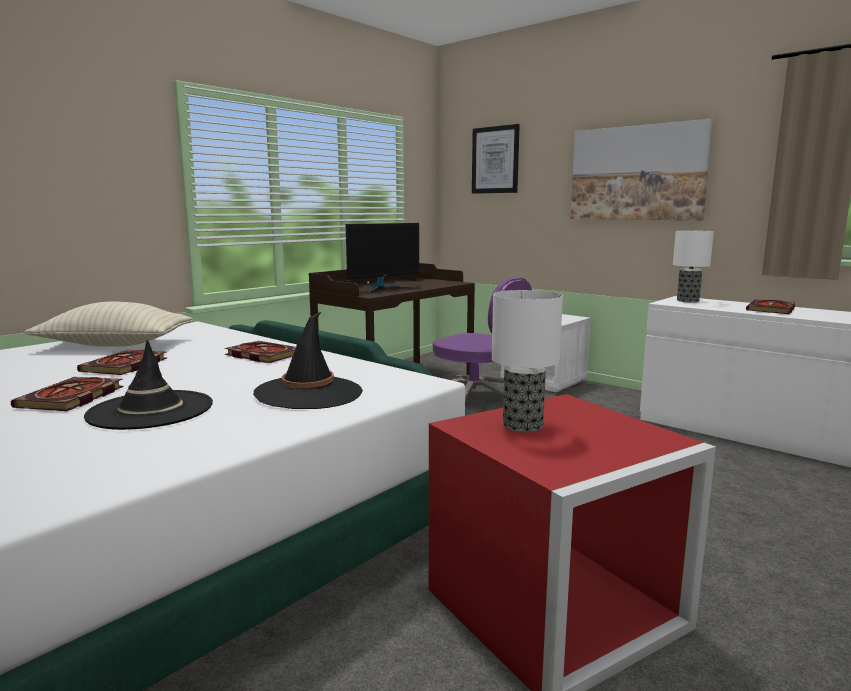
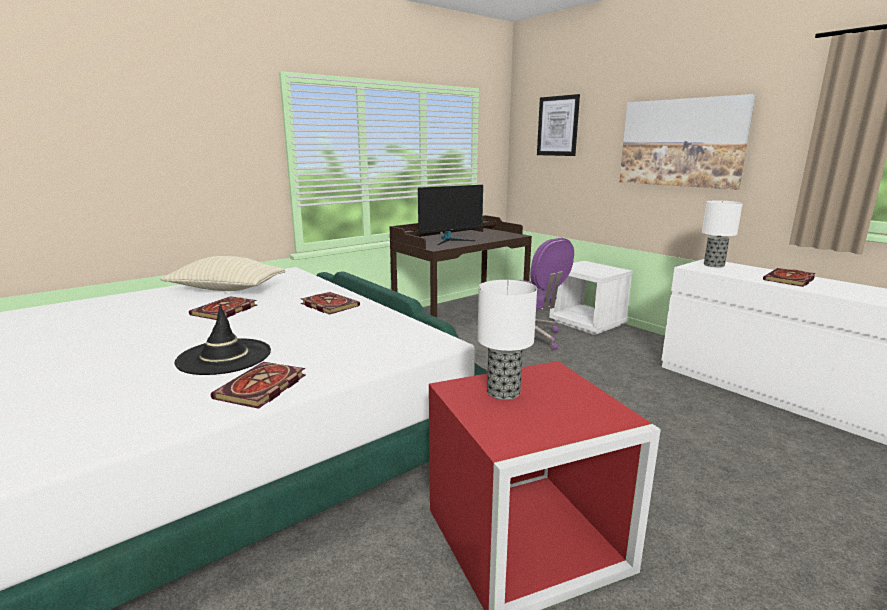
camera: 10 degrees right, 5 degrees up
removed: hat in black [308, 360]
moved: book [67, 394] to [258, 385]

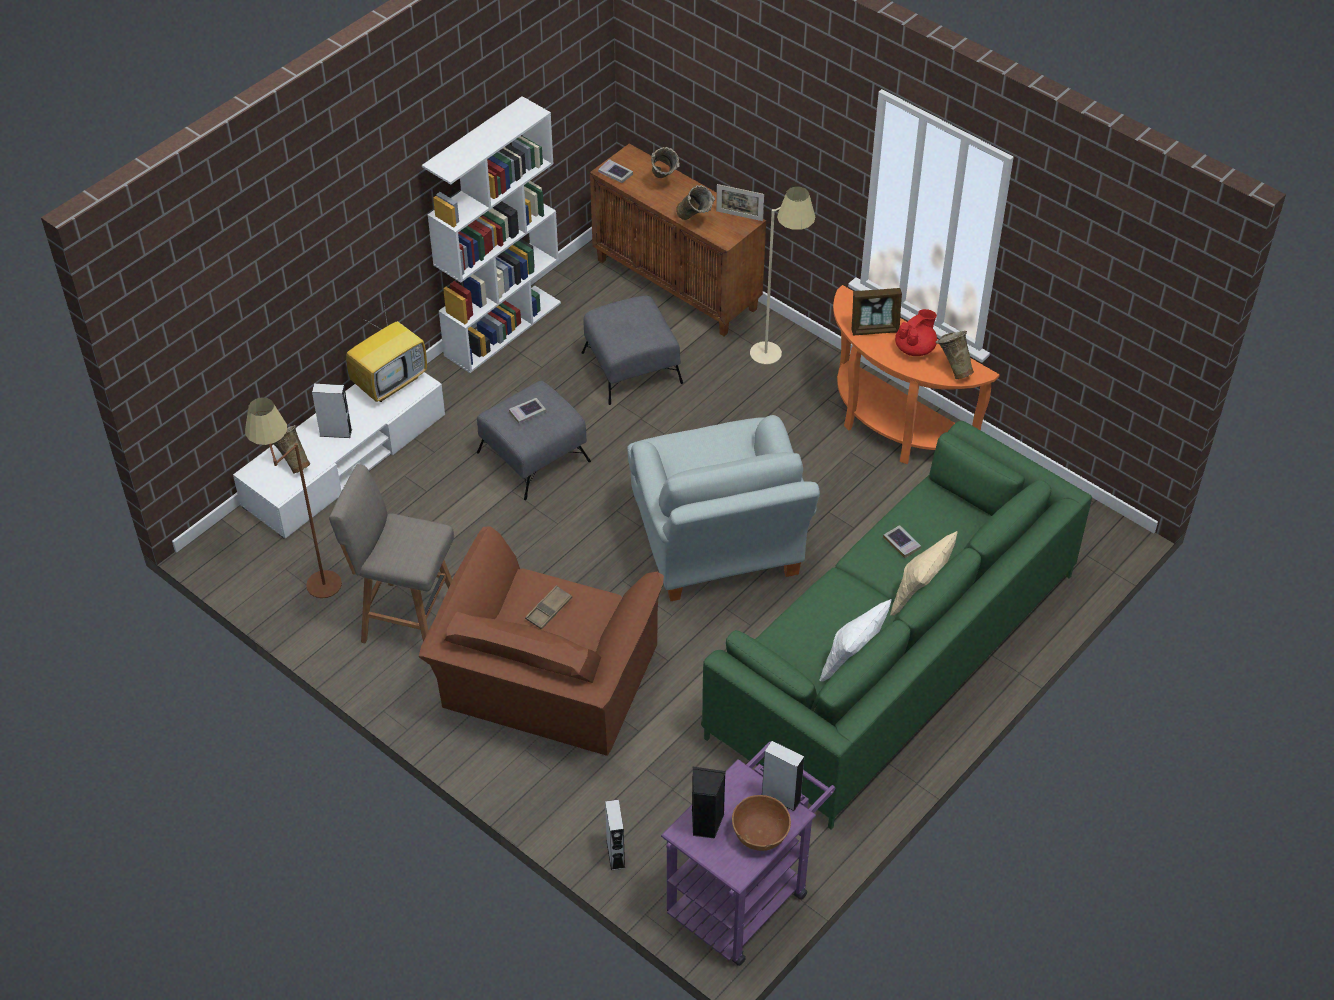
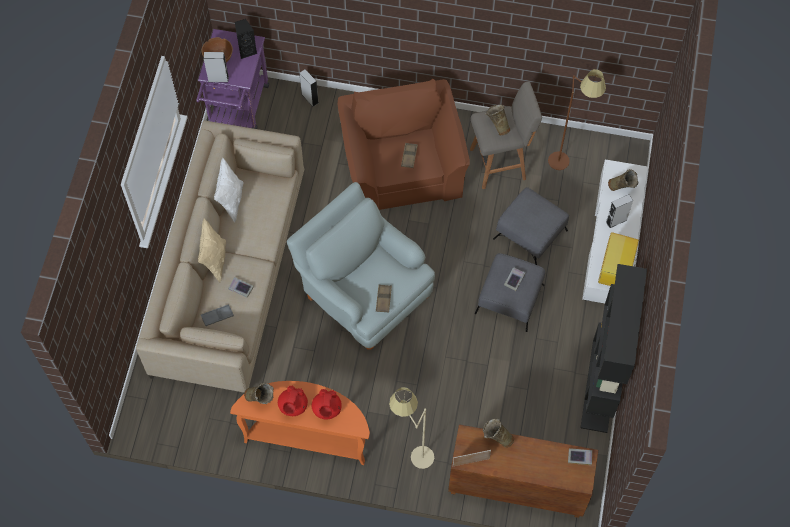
camera: 150 degrees right, 15 degrees up
added: tray in brown [384, 298]; tray in grey [217, 315]
moved: vase in beige [665, 162] to [497, 120]; ottoman in grey [632, 350] to [531, 226]
replaced: picture frame [877, 311] to teapot in red [327, 404]
recoloured: bookcase in white [491, 234] to bookcase in black [613, 348]; sofa in green [896, 625] to sofa in beige [220, 256]

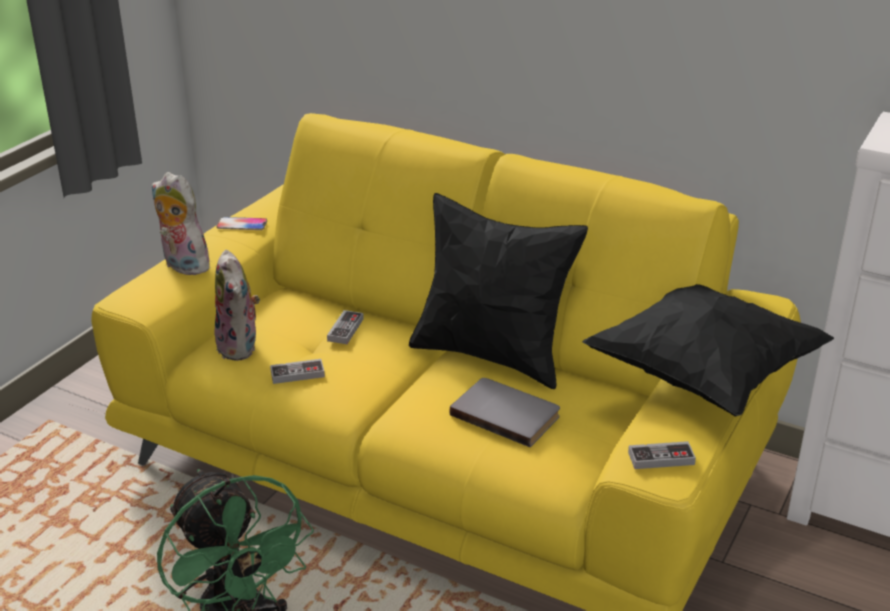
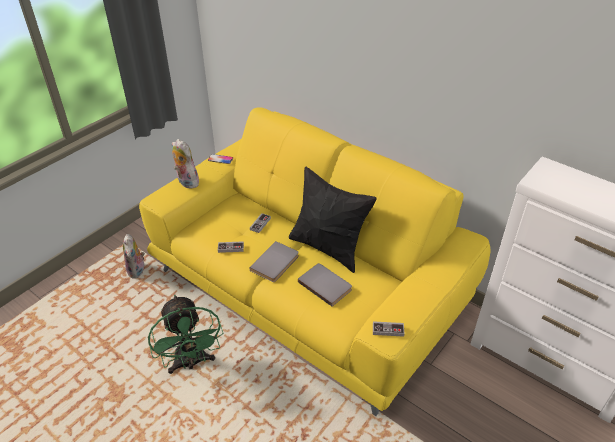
camera: 10 degrees right, 10 degrees up
removed: pillow in black [708, 350]
added: book in grey [274, 261]
moved: plush toy [237, 305] to [134, 256]

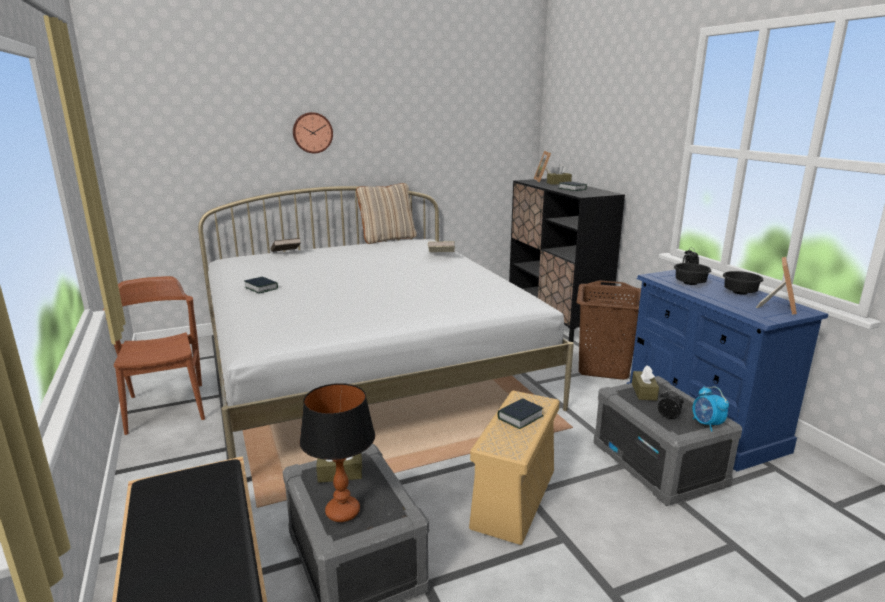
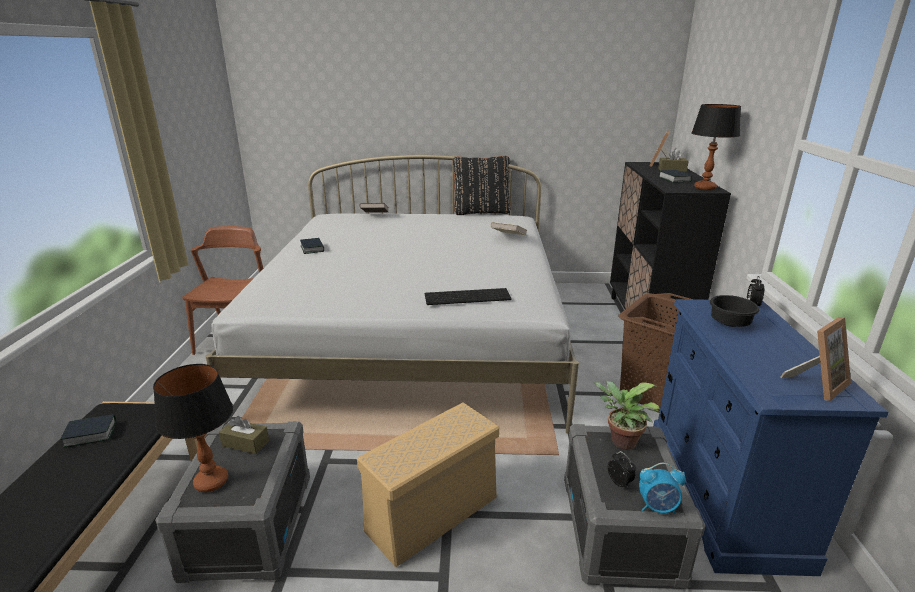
camera: 25 degrees right, 5 degrees up
removed: wall clock [313, 132]; bowl in black [743, 283]
added: table lamp [716, 147]; keyboard [468, 296]
moved: book [521, 413] to [88, 431]
replaced: tissue box in brown [645, 383] to potted plant [626, 415]
recoloured: pillow in beige [386, 213] to pillow in black [482, 185]
turned: alarm clock [711, 409] = [662, 488] 90 degrees counterclockwise

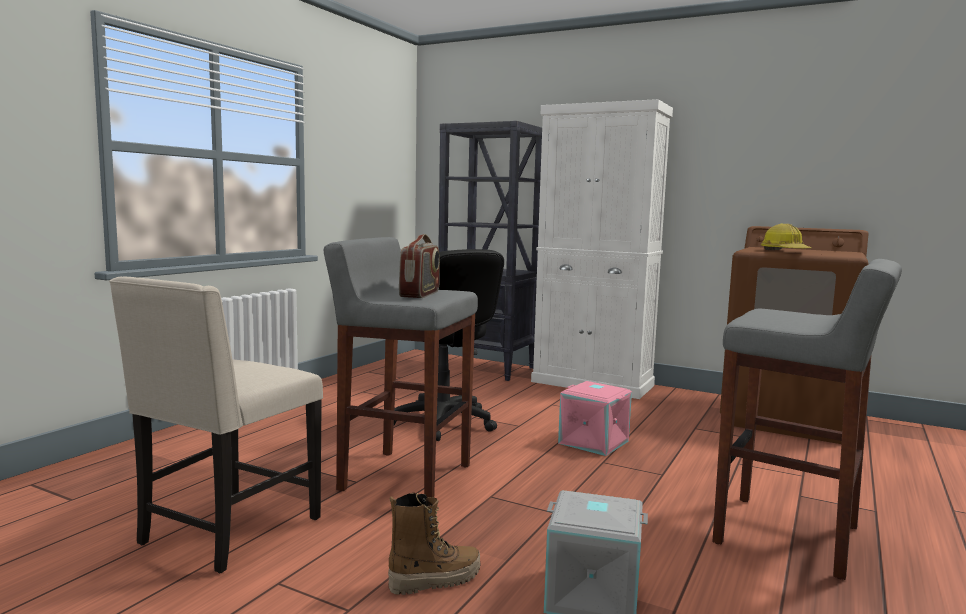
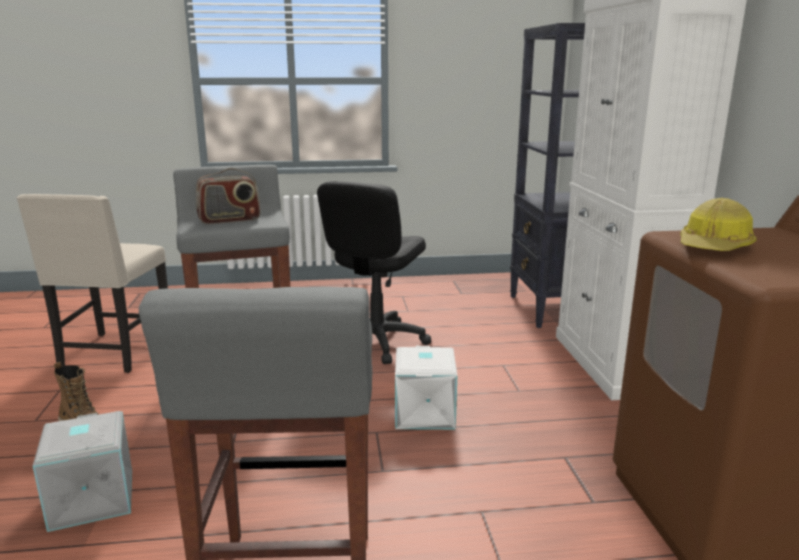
camera: 55 degrees right, 10 degrees up
recoloured: storage box in pink [595, 418] to storage box in white [426, 388]
turned: chair in beige [216, 425] = [92, 283] 75 degrees counterclockwise

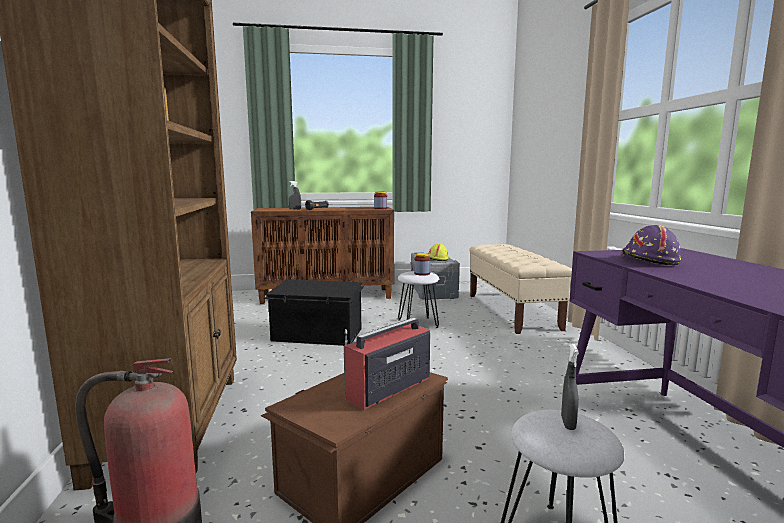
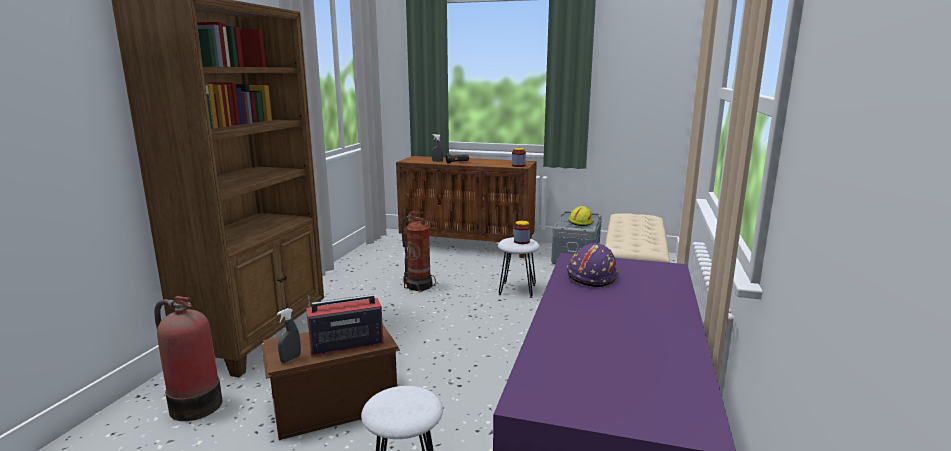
camera: 25 degrees right, 5 degrees up
moved: spray bottle in grey [570, 387] to [289, 335]
replaced: storage box in black [314, 312] to fire extinguisher [418, 251]

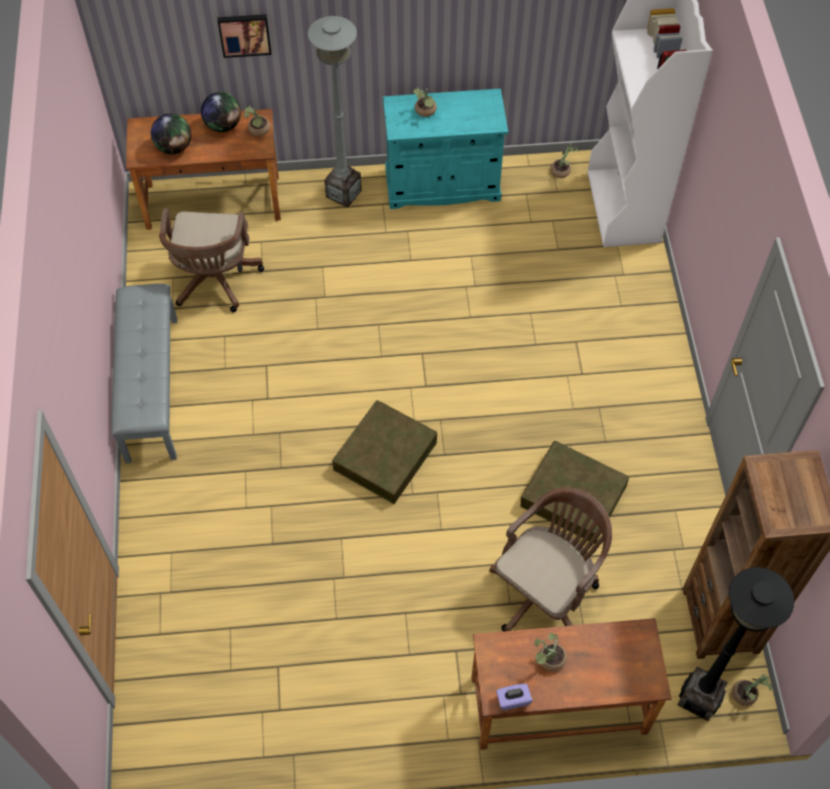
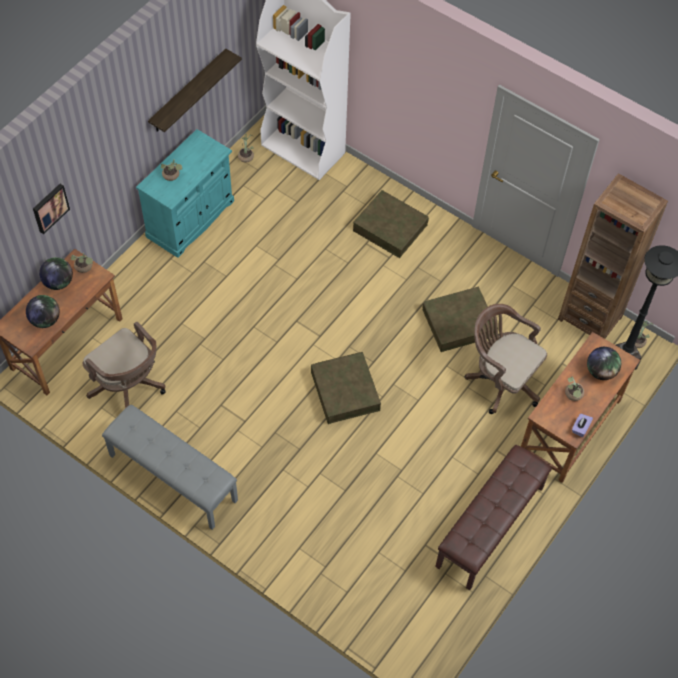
camera: 50 degrees left, 0 degrees up
removed: floor lamp in grey [335, 112]
added: shelf [195, 90]; storage box in brown [391, 224]; globe [604, 363]; bench in brown [493, 517]
turned: office chair in brown [550, 559] = [506, 359] 45 degrees counterclockwise

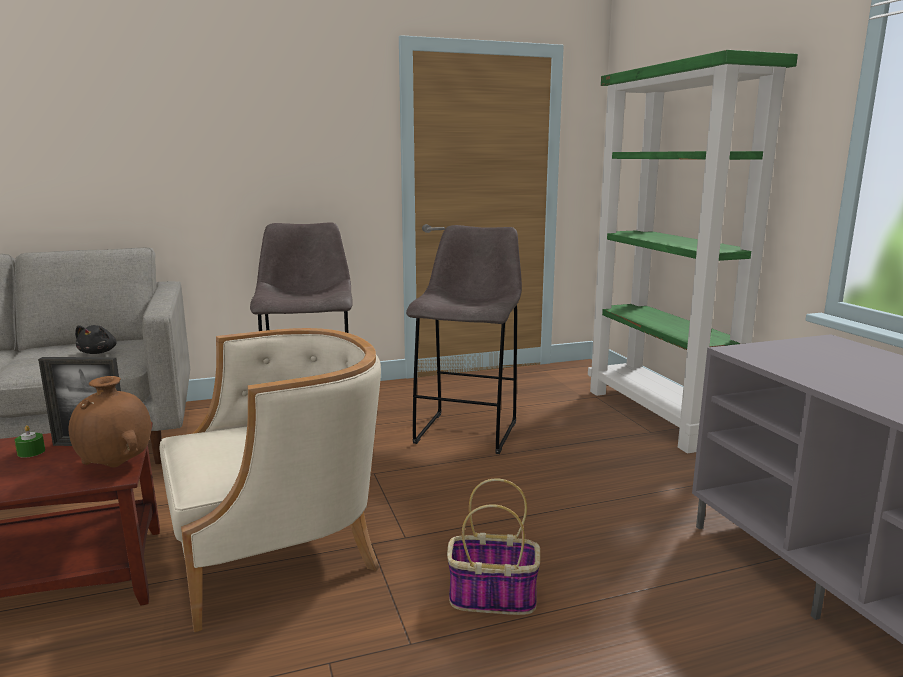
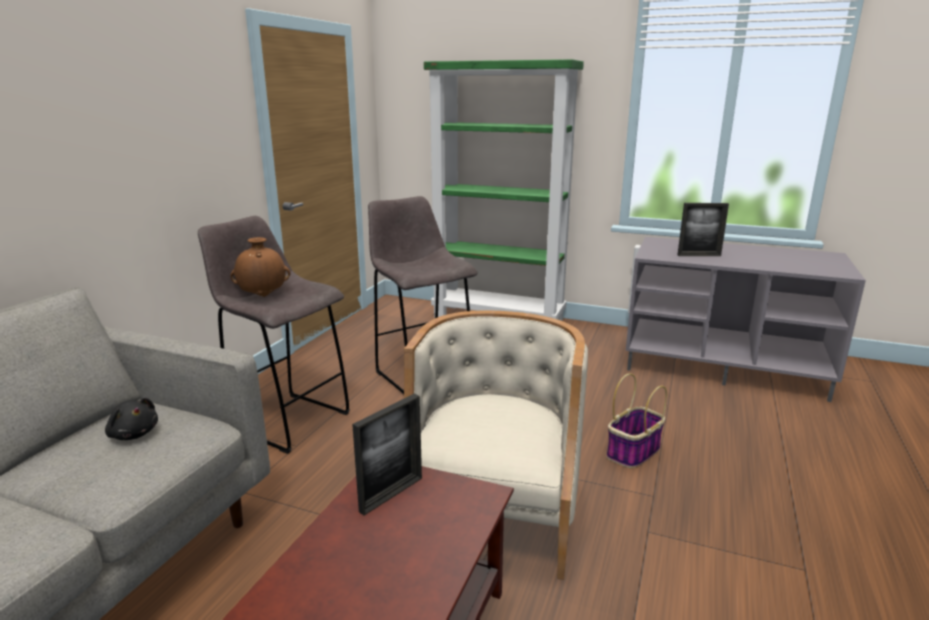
camera: 50 degrees left, 5 degrees up
removed: candle in green [30, 441]
added: picture frame [703, 229]
moved: vase in brown [109, 422] to [260, 267]

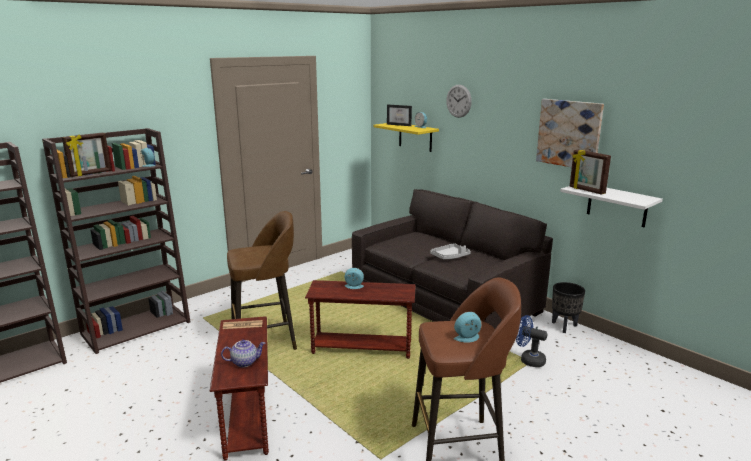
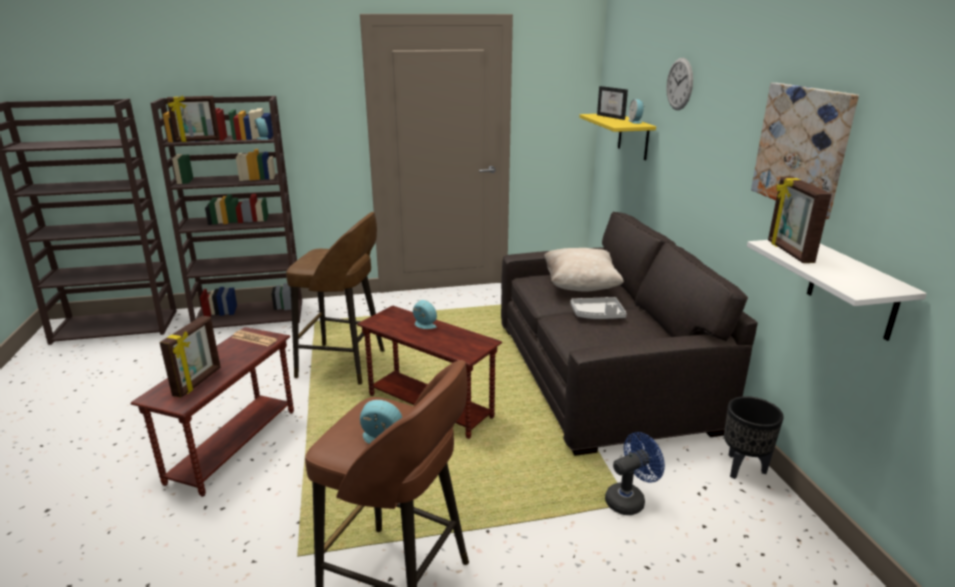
camera: 30 degrees right, 5 degrees up
added: pillow in beige [584, 270]
replaced: teapot [243, 353] to picture frame [190, 357]
turned: fan in blue [531, 341] = [635, 473] 90 degrees clockwise

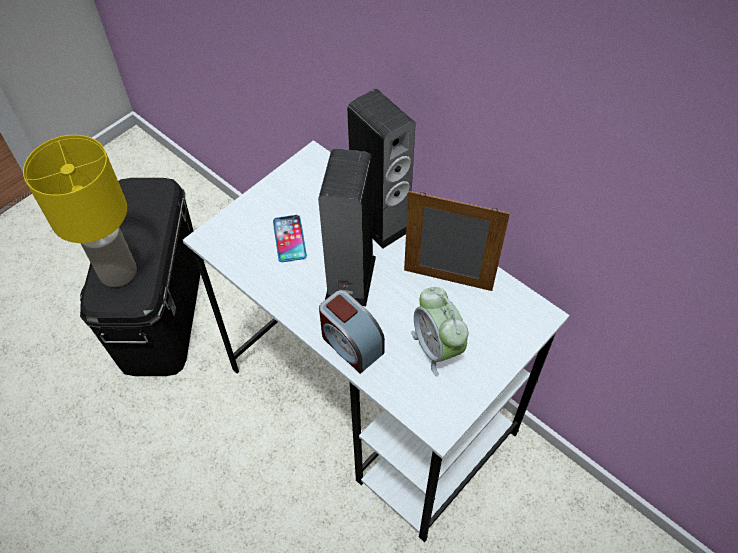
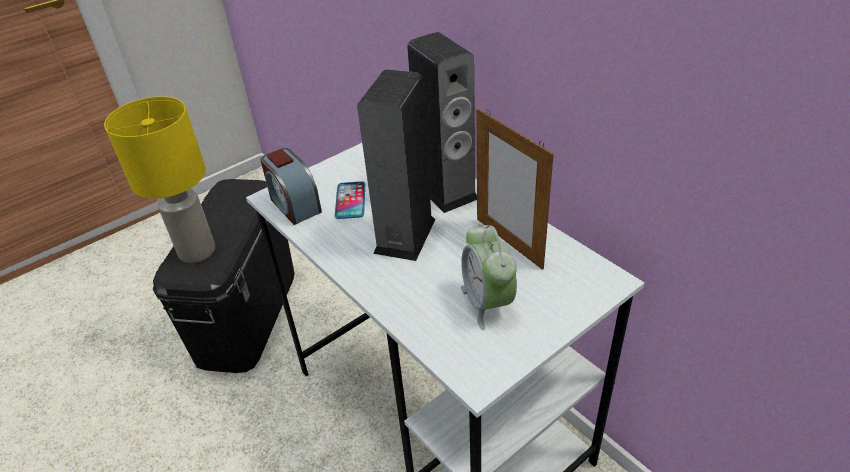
camera: 10 degrees right, 15 degrees down
moved: alarm clock [352, 332] to [291, 186]
turned: picture frame [457, 241] = [515, 189] 150 degrees counterclockwise

